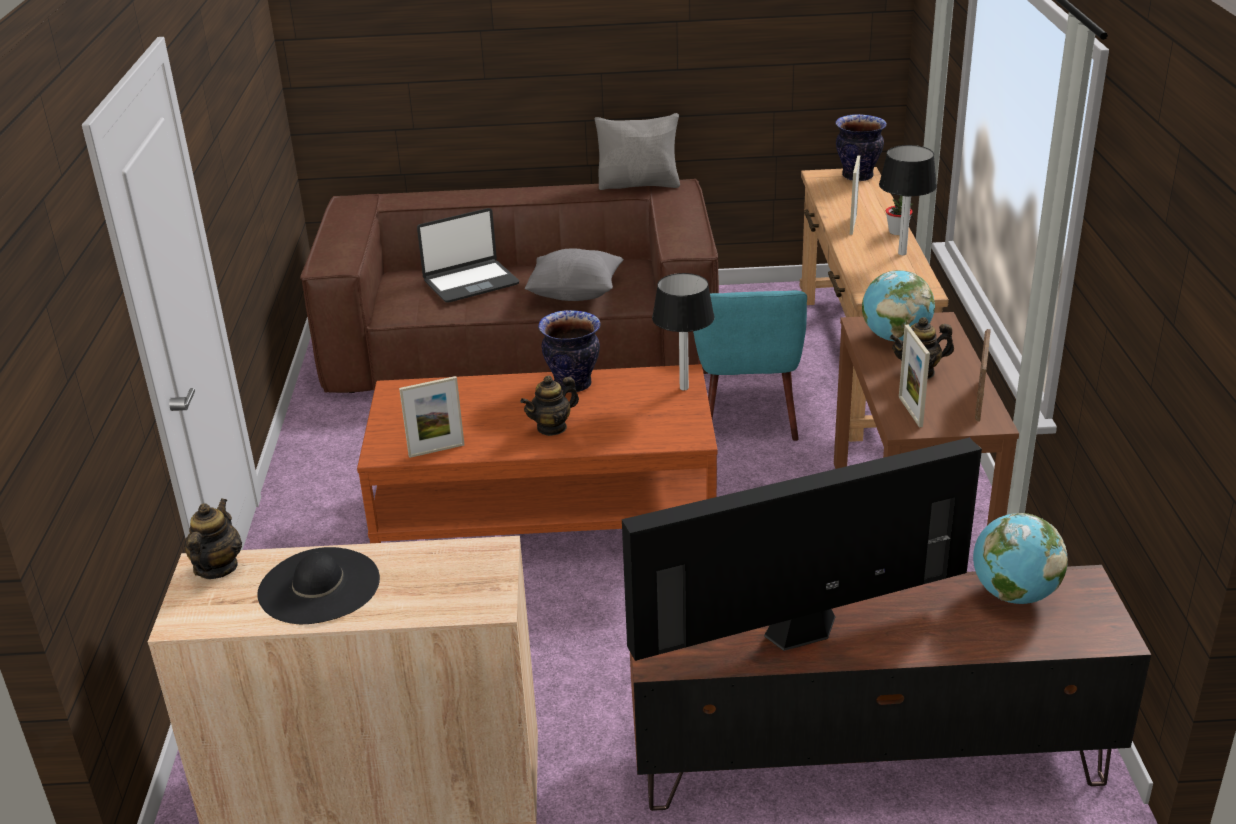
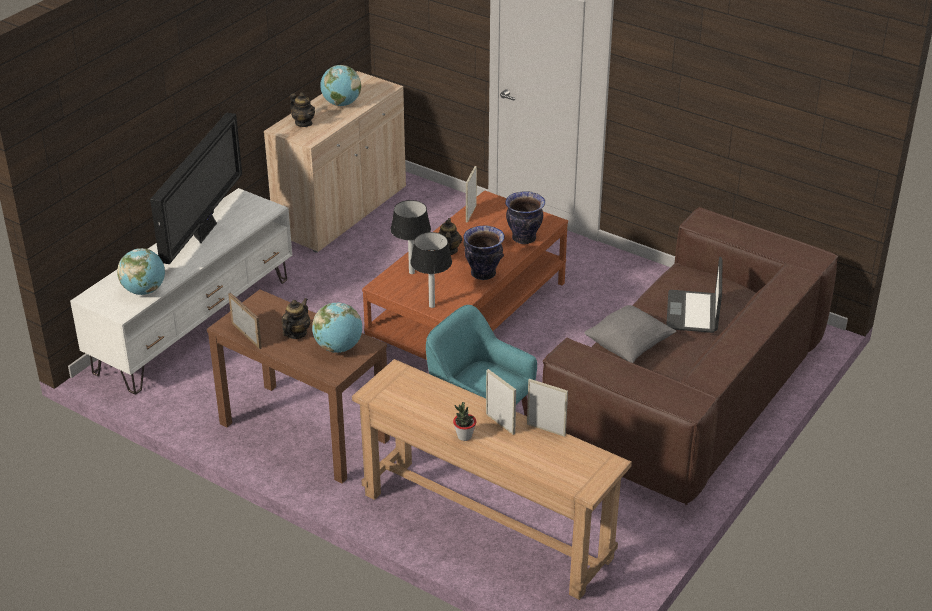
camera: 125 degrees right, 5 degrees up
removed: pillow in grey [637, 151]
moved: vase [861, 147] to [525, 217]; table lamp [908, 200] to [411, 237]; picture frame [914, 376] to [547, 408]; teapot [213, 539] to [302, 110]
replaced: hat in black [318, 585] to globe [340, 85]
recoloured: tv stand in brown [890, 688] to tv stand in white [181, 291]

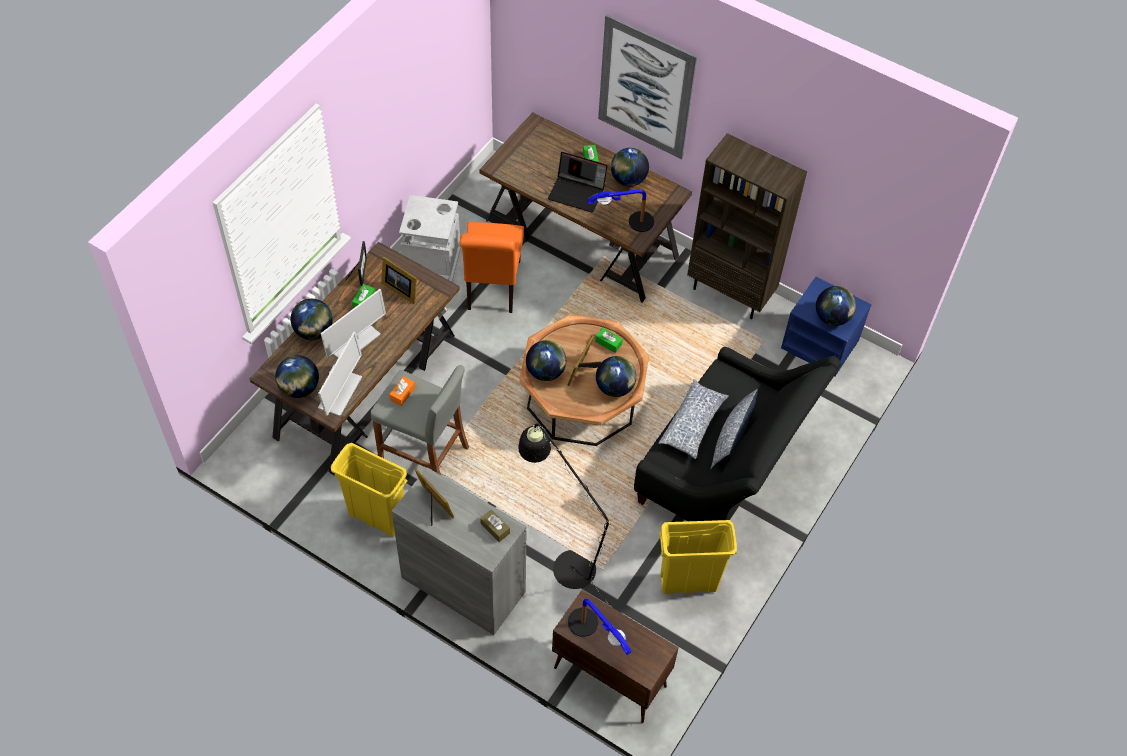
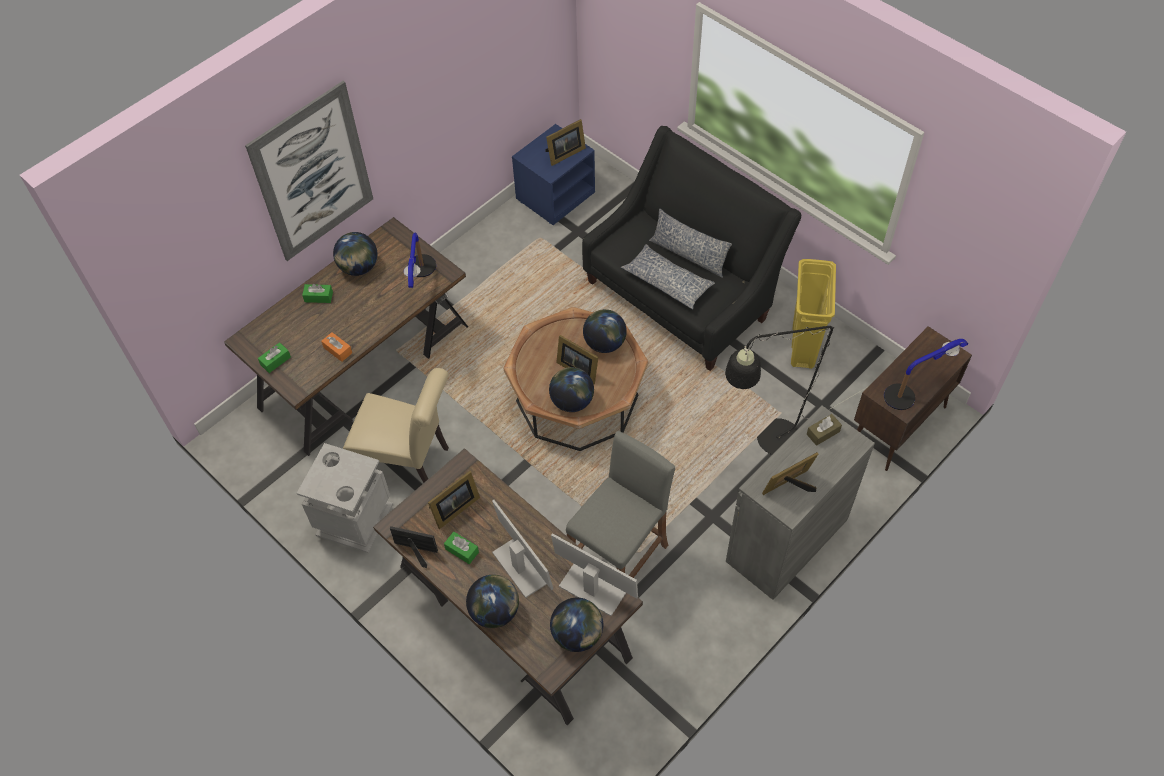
camera: 75 degrees left, 0 degrees up
removed: bookcase in brown [747, 226]; laptop [577, 182]; trash can in yellow [369, 490]
moved: tissue box in green [609, 340] to [274, 357]; tissue box in orange [402, 391] to [336, 347]
replaced: globe [836, 306] to picture frame [565, 142]
recoloured: chair in orange [492, 267] to chair in beige [396, 425]

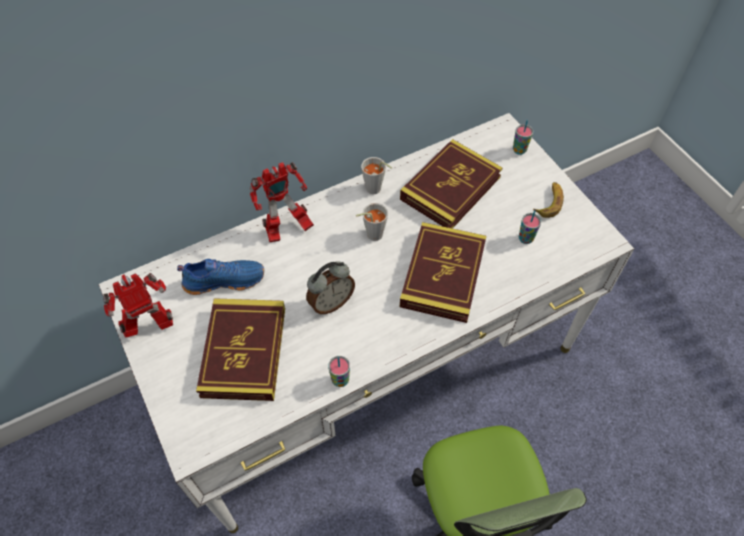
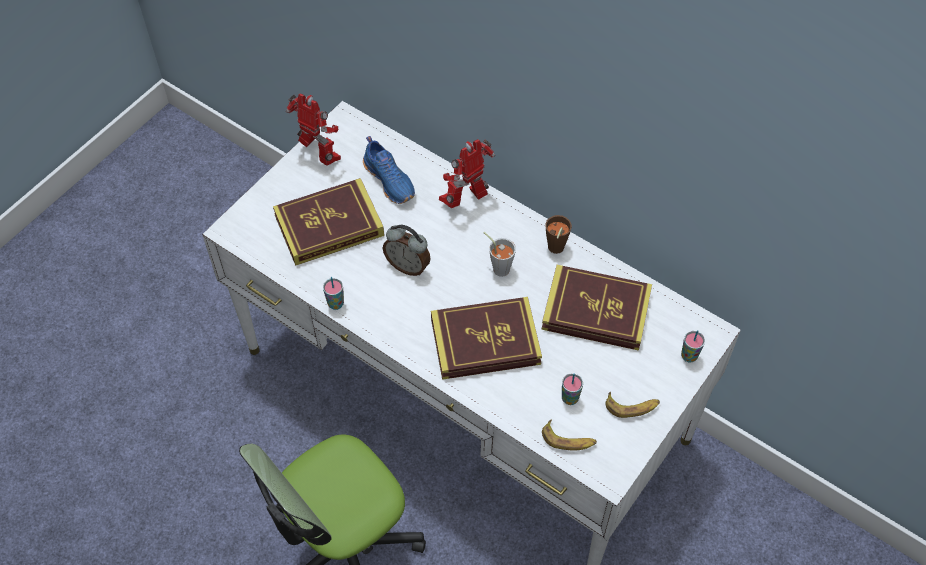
camera: 65 degrees right, 0 degrees up
added: banana [569, 435]
recoloured: cup in grey [376, 175] to cup in brown [558, 234]
turned: toy robot [282, 202] = [467, 173] 105 degrees clockwise

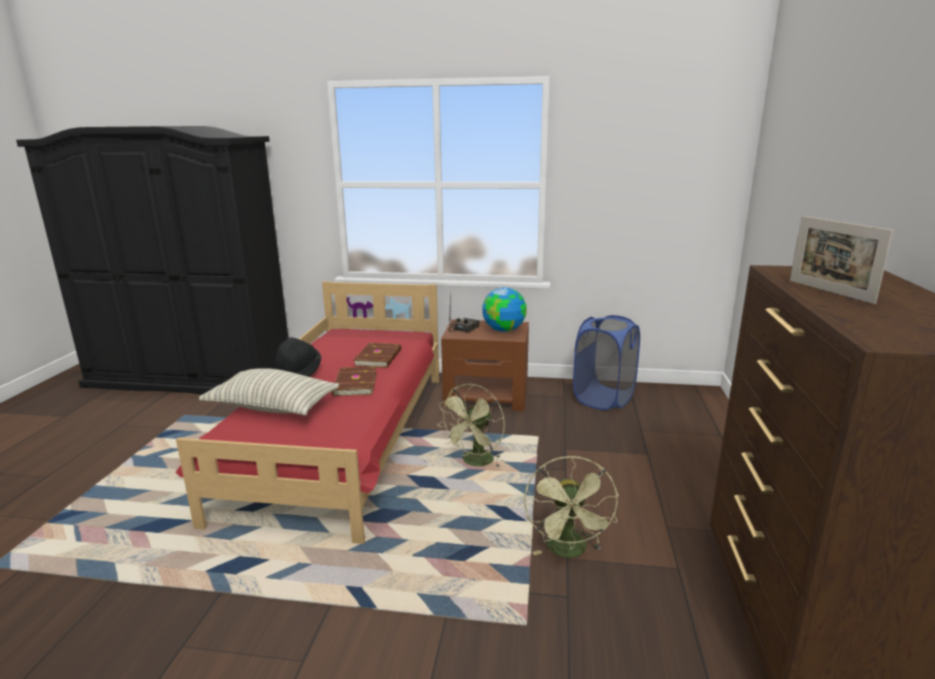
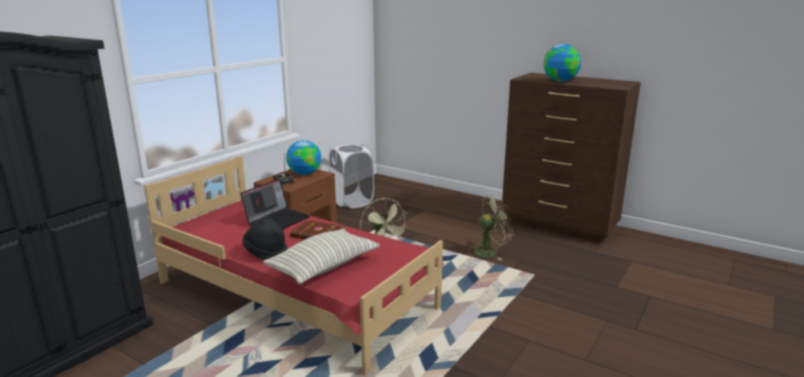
camera: 65 degrees left, 0 degrees up
replaced: picture frame [841, 260] to globe [562, 63]; book in brown [377, 355] to laptop [275, 204]
recoloured: laundry basket in blue [606, 362] to laundry basket in white [351, 175]
turned: fan in green [571, 507] = [490, 227] 45 degrees counterclockwise

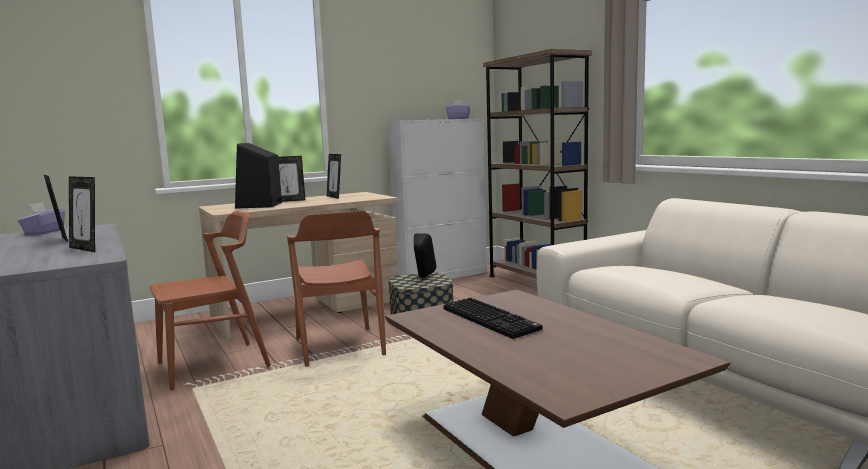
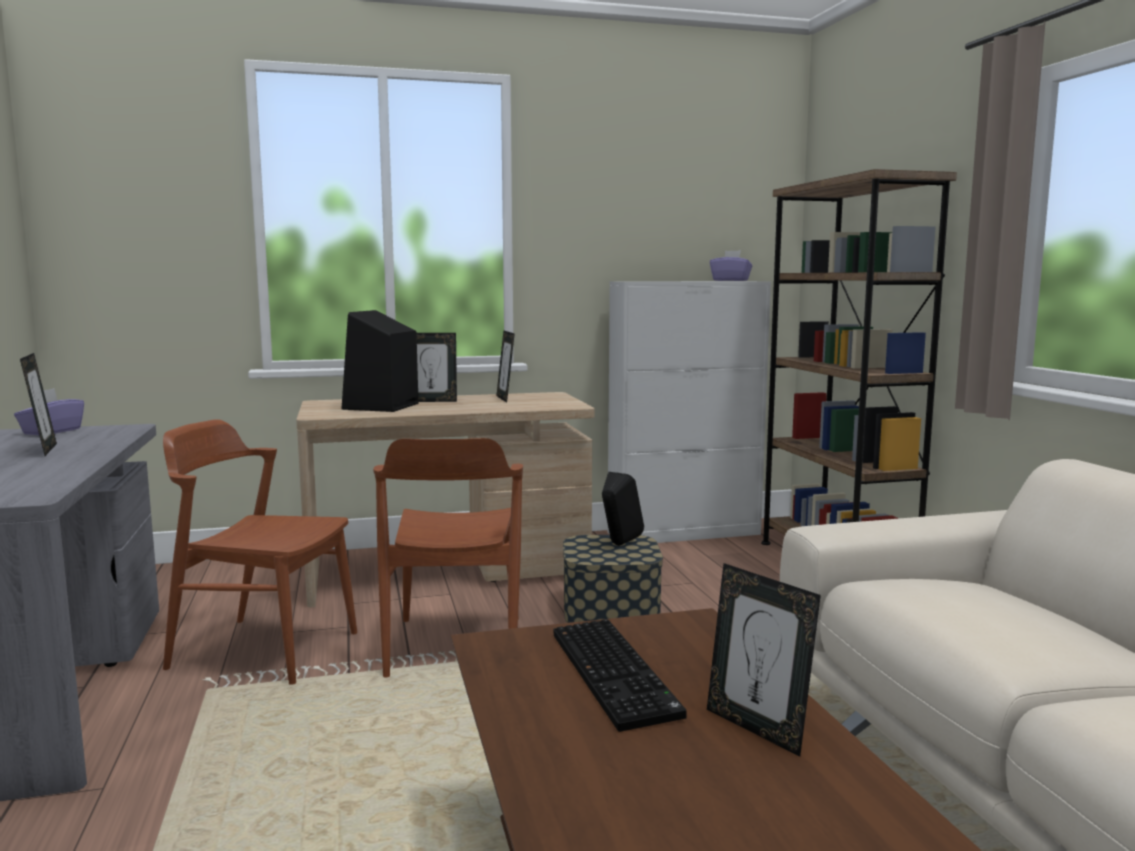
camera: 15 degrees right, 0 degrees up
moved: picture frame [82, 214] to [764, 659]
turned: chair in brown [210, 301] = [260, 552] 150 degrees counterclockwise

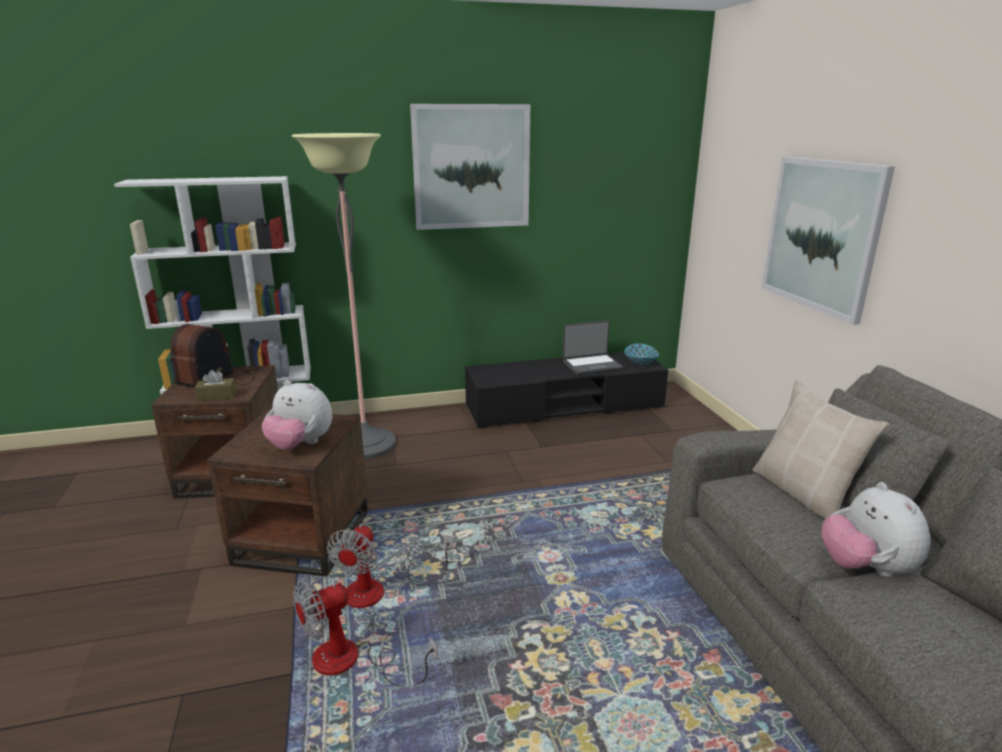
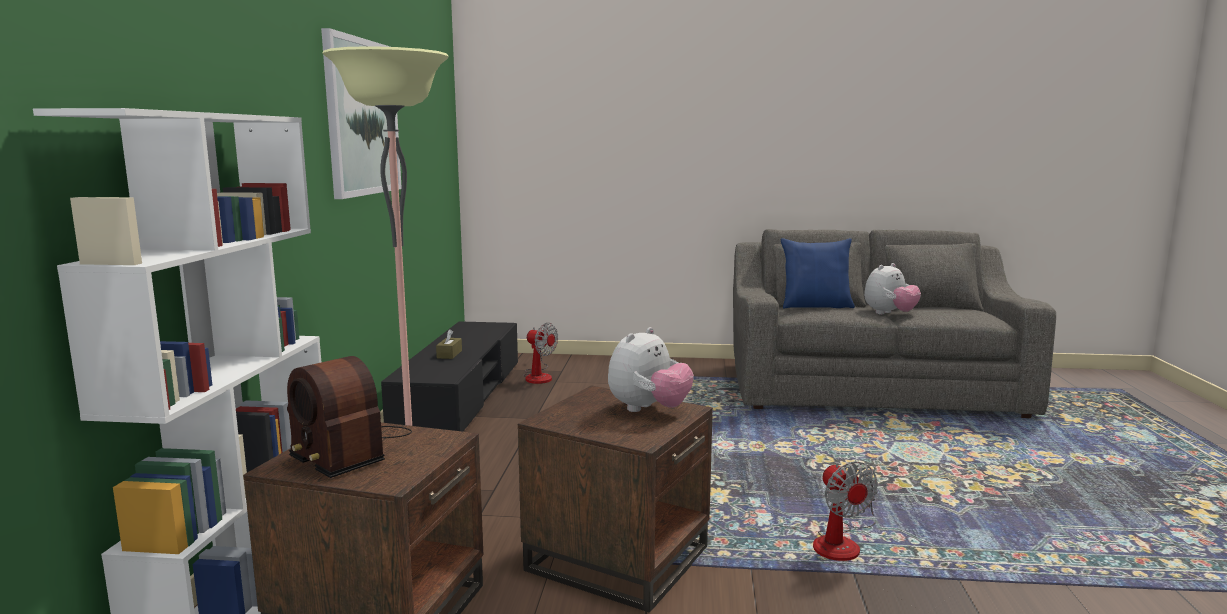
camera: 70 degrees left, 10 degrees down
removed: picture [828, 241]; laptop [592, 347]; bowl [641, 354]
moved: tissue box in brown [215, 385] to [449, 344]; fan [390, 566] to [540, 353]
recoloured: pillow in beige [821, 449] to pillow in blue [818, 273]
turned: plush toy [876, 529] = [892, 289] 45 degrees counterclockwise

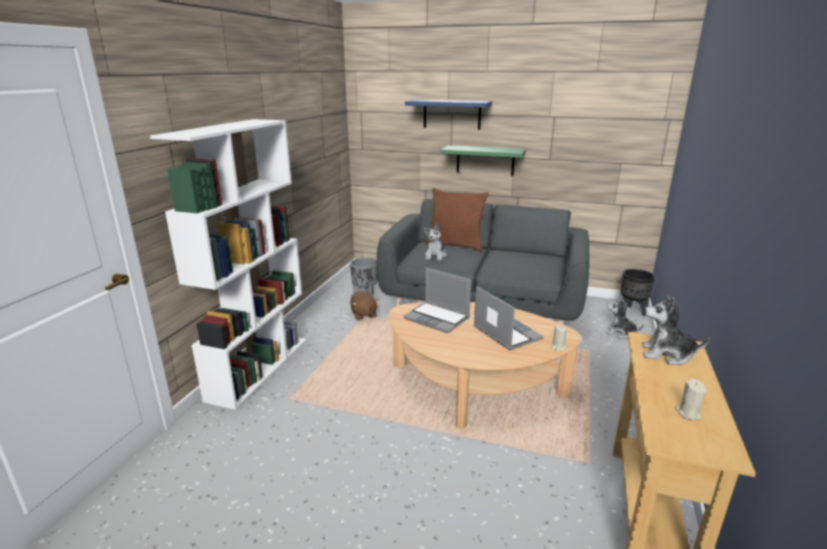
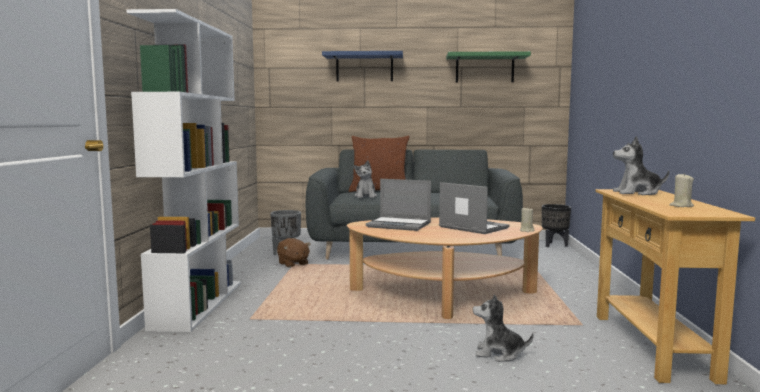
camera: 15 degrees left, 15 degrees down
moved: shelf in green [483, 160] to [488, 66]; plush toy [624, 319] to [503, 328]

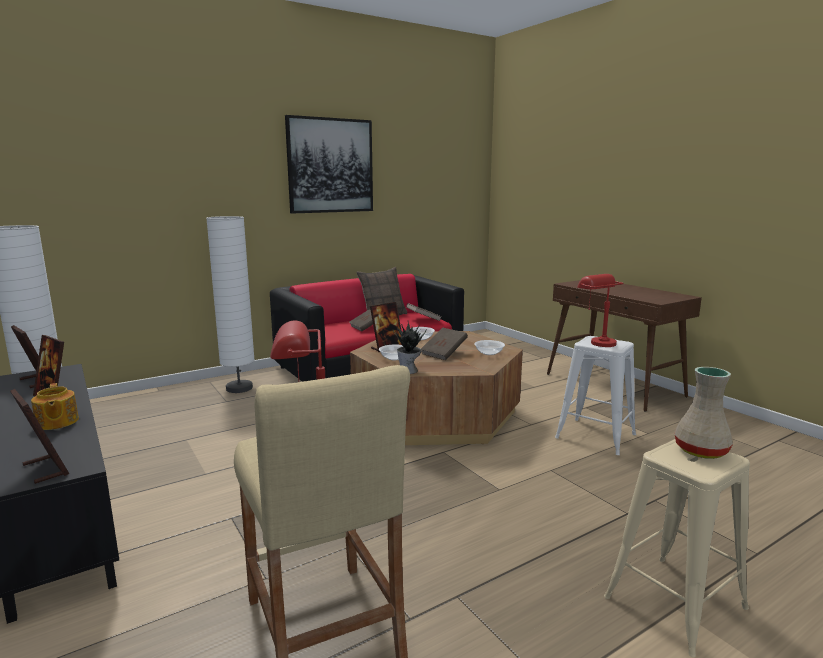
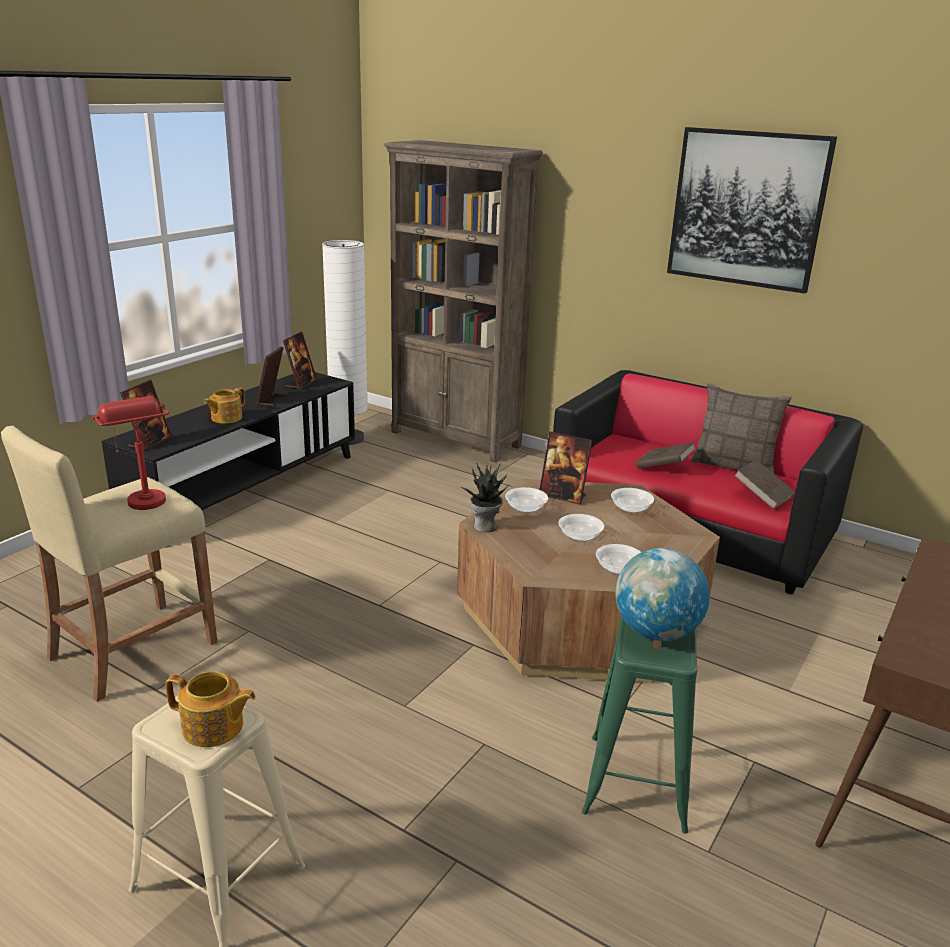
camera: 65 degrees right, 10 degrees up
removed: floor lamp in white [230, 304]
added: bookcase in brown [463, 301]
replaced: table lamp in red [601, 310] to globe [662, 594]; book in brown [444, 343] to bowl [581, 528]; vase in beige [704, 413] to teapot [211, 709]
recoloured: stool in white [595, 395] to stool in green [639, 725]

